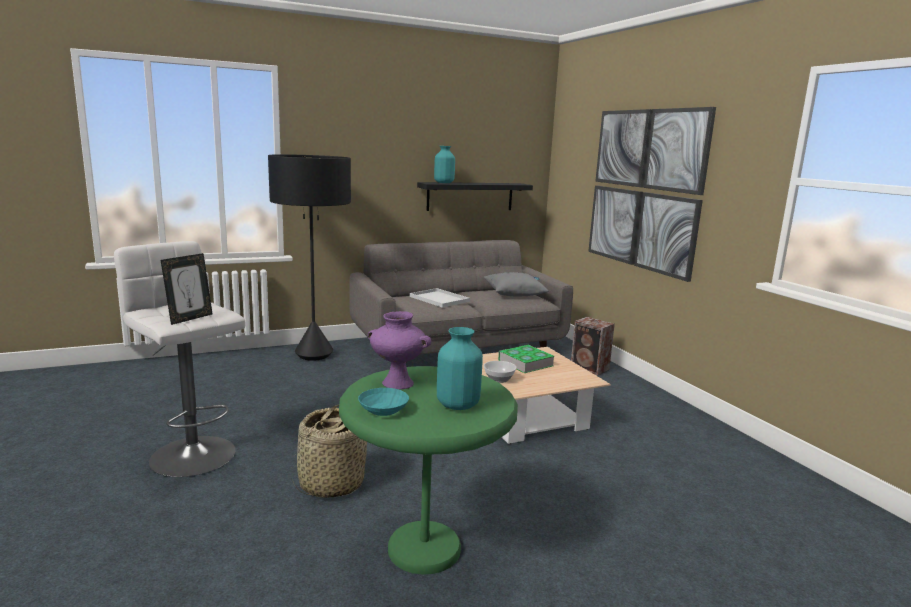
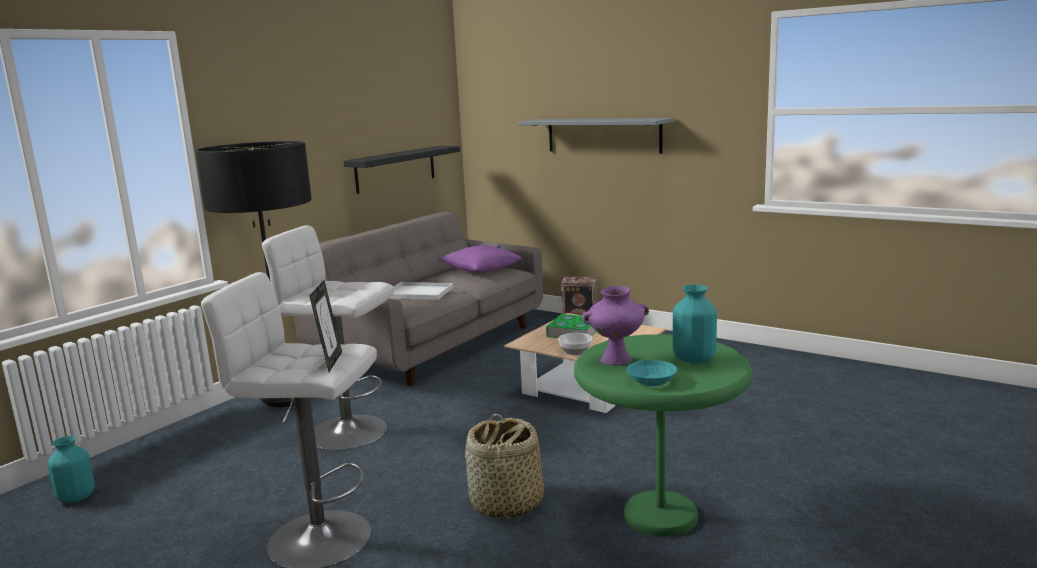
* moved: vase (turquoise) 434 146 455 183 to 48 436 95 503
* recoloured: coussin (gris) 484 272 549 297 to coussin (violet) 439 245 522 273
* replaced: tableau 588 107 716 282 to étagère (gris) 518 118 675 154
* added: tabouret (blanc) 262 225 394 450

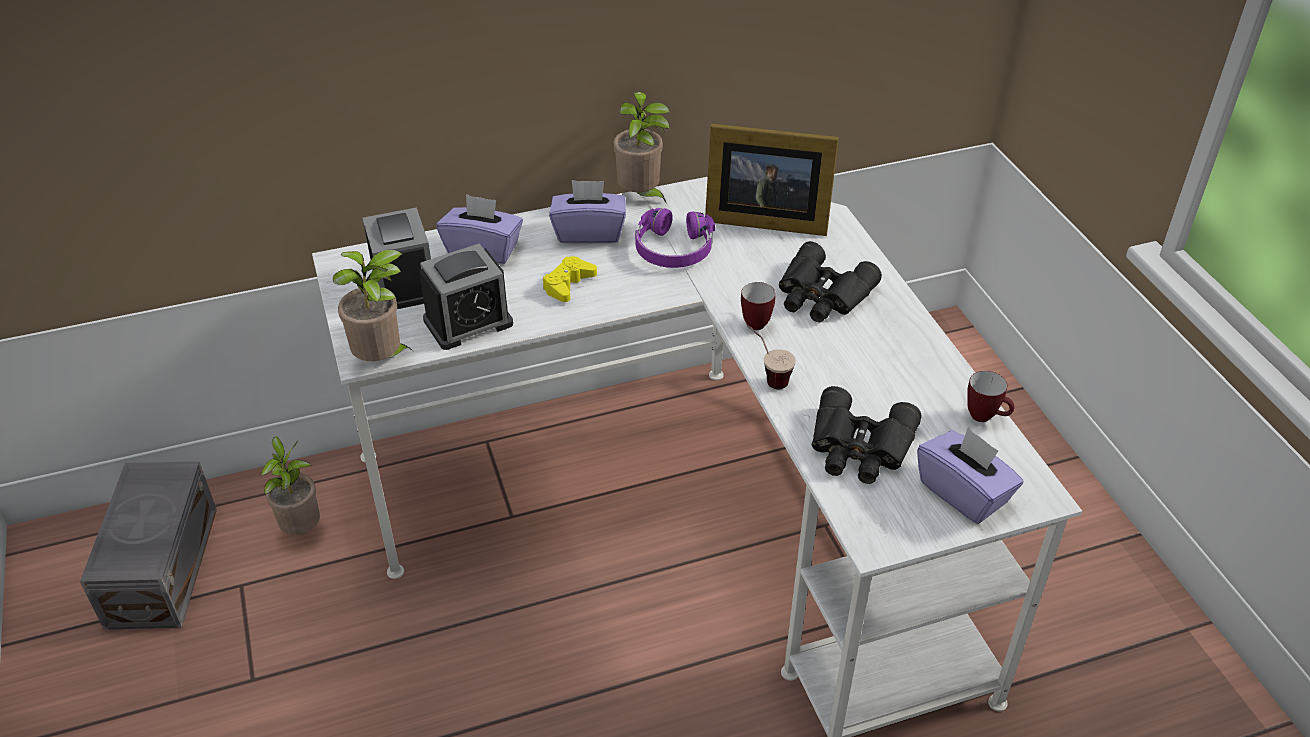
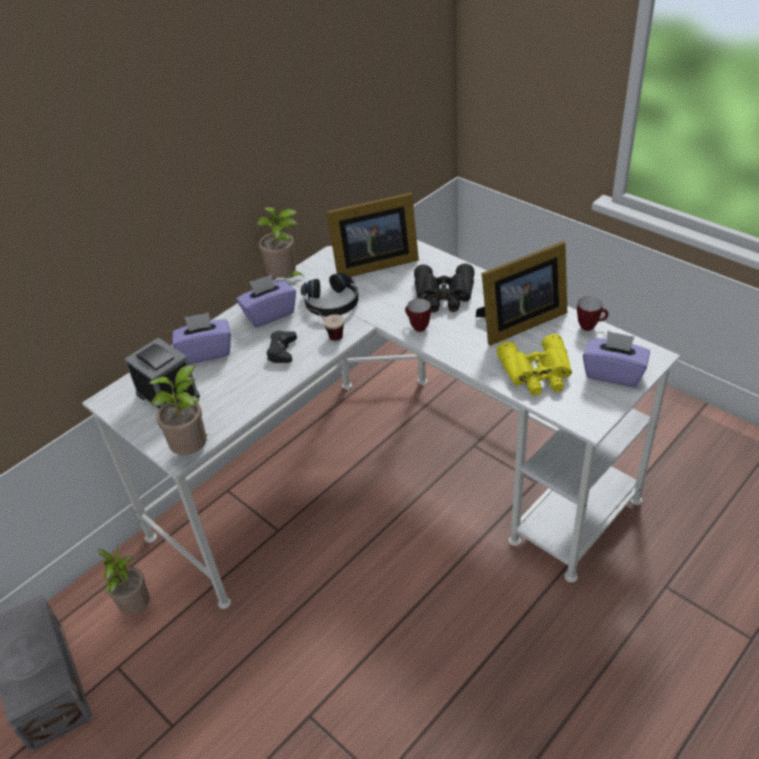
* removed: réveil 419 244 513 350
* recoloured: manette (jaune) 543 256 597 302 to manette (noir) 267 331 297 363
* recoloured: casque audio (violet) 635 208 715 268 to casque audio (noir) 301 273 359 317
* moved: tasse 747 325 796 389 to 306 307 344 341
* recoloured: jumelles (noir) 812 386 921 484 to jumelles (jaune) 497 334 572 396
* added: cadre photo 476 241 567 346

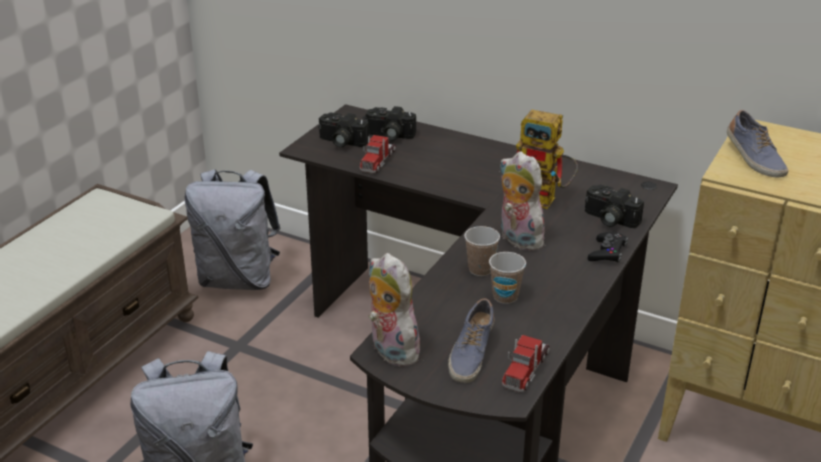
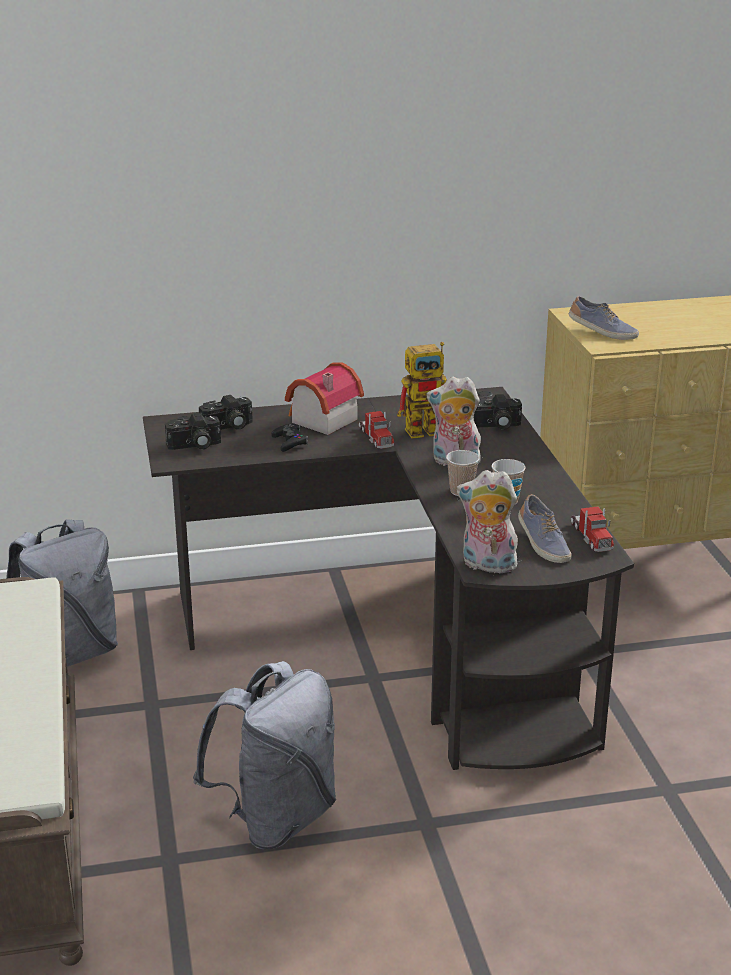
* moved: camion jouet 360 135 396 173 to 359 411 394 449
* moved: manette (noir) 587 232 628 263 to 271 424 308 452
* added: maison miniature 285 362 364 435

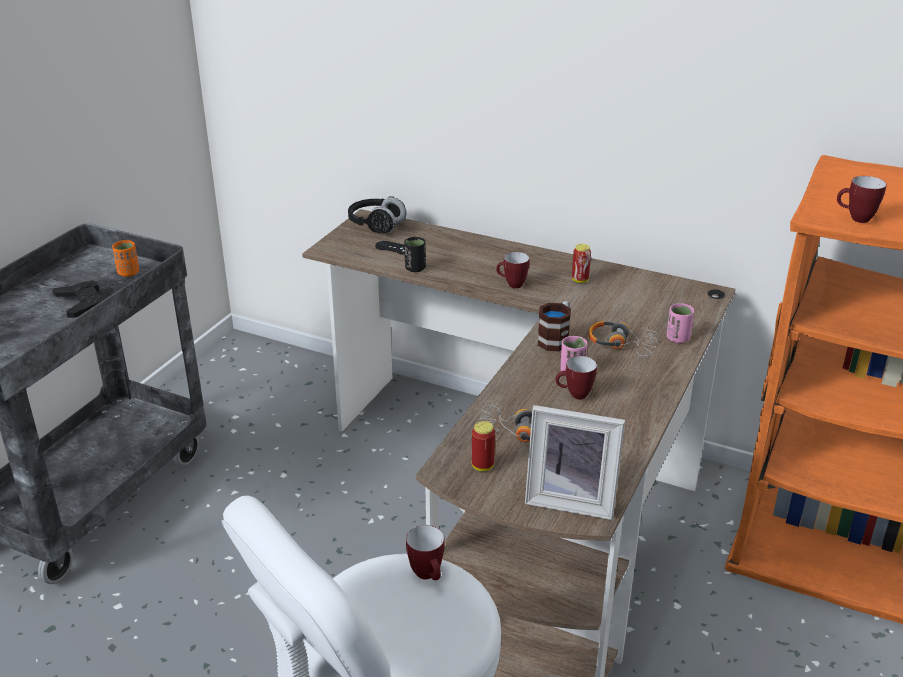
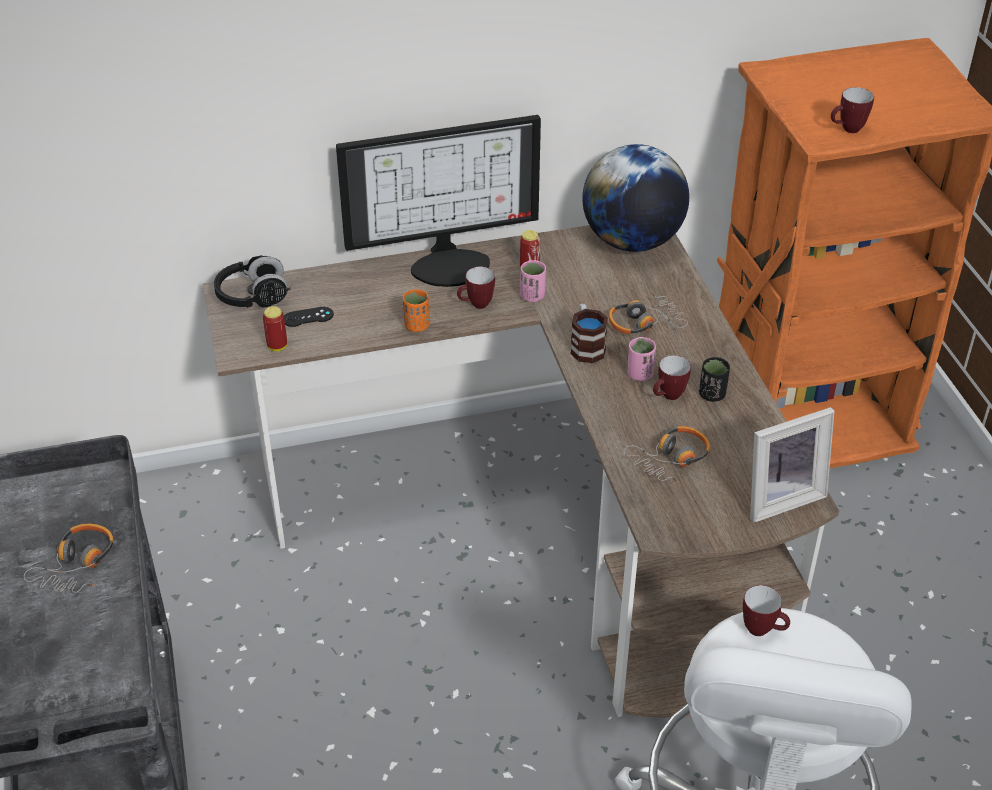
* replaced: manette (noir) 52 280 108 318 to casque audio 24 524 114 593
* moved: tasse (orange) 112 240 139 277 to 403 289 430 332
* moved: tasse (noir) 404 237 426 272 to 699 357 730 402
* moved: boîte métallique 472 421 495 471 to 263 306 287 351
* moved: tasse (rose) 667 303 694 343 to 520 260 546 302
* added: écran d'ordinateur 336 115 541 287
* added: globe 582 144 689 252

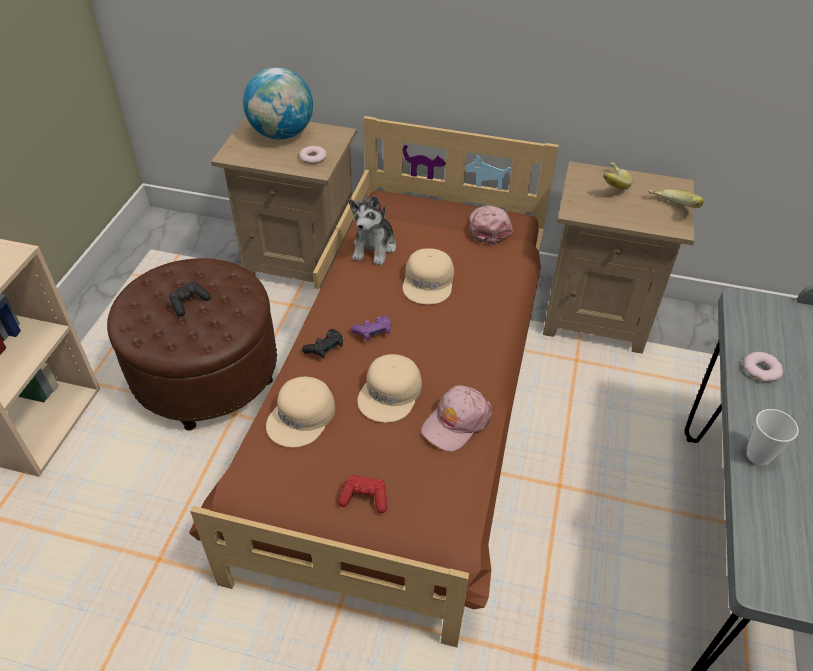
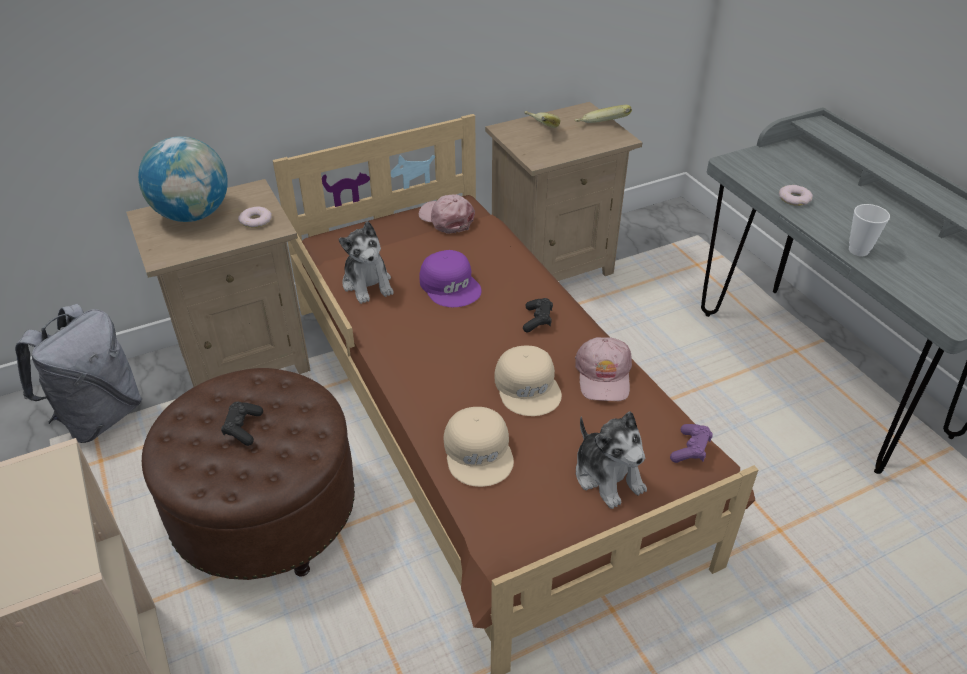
* moved: manette (noir) 302 329 343 359 to 523 298 553 333
* replaced: manette (rouge) 338 475 387 513 to peluche 576 412 647 509
* moved: manette (violet) 351 315 391 342 to 670 424 713 463
* recoloured: casquette (beige) 403 248 454 304 to casquette (violet) 419 250 482 307
* added: sac à dos (gris) 15 304 142 443

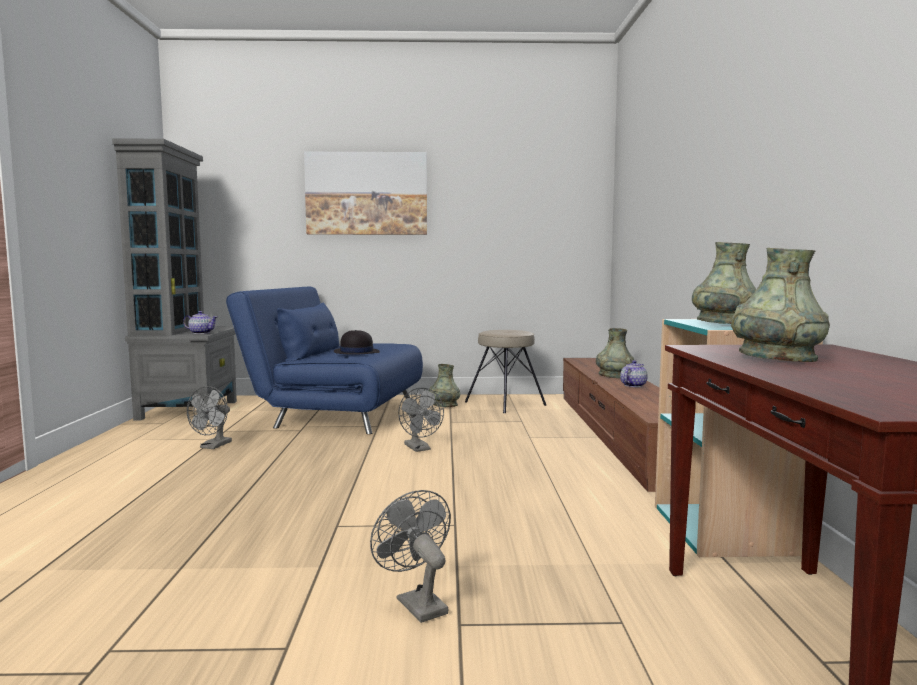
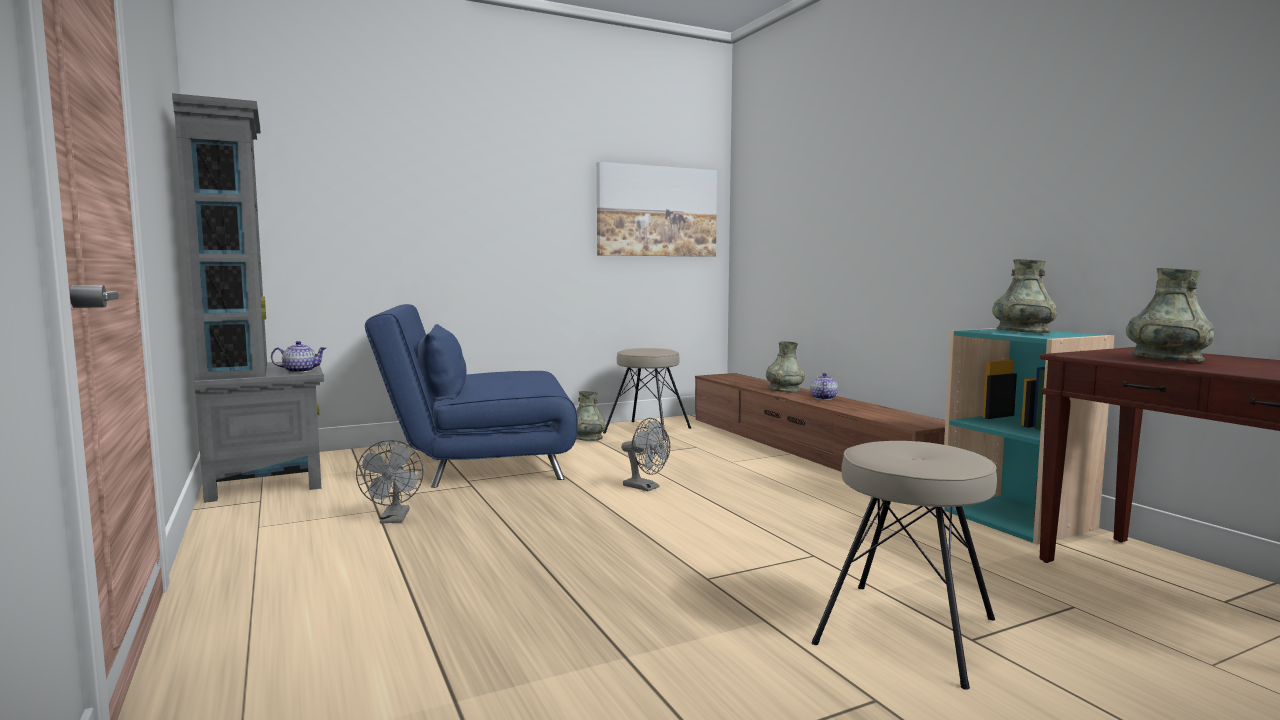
* moved: tableau 304 152 427 235 to 597 162 717 257
* removed: chapeau (noir) 334 330 380 355
* replaced: ventilateur (gris) 370 490 451 623 to tabouret (beige) 811 441 997 690

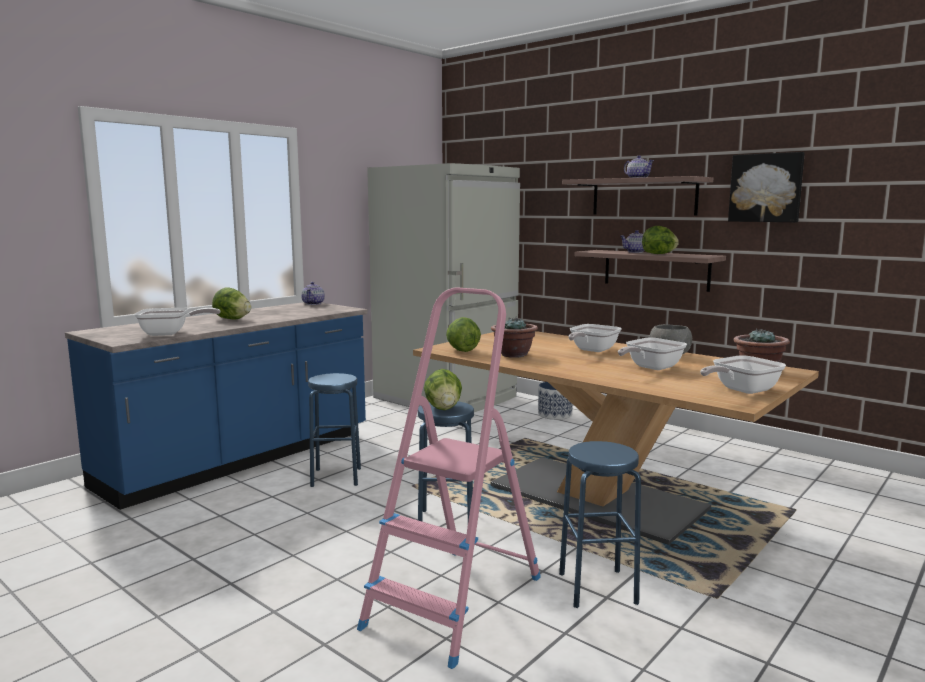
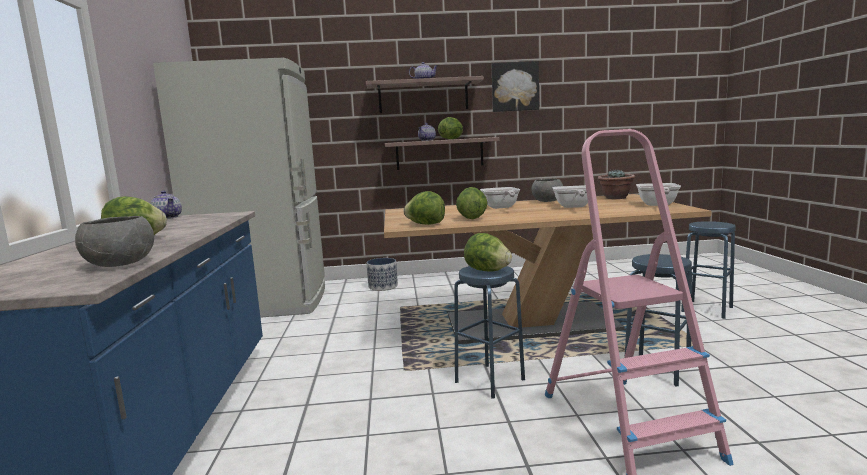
* replaced: poêle 134 308 220 336 to bol (gris) 75 216 154 267
* moved: tabouret (bleu) 308 373 361 487 to 681 221 736 319
* replaced: plante en pot 491 317 538 358 to laitue 456 187 488 219

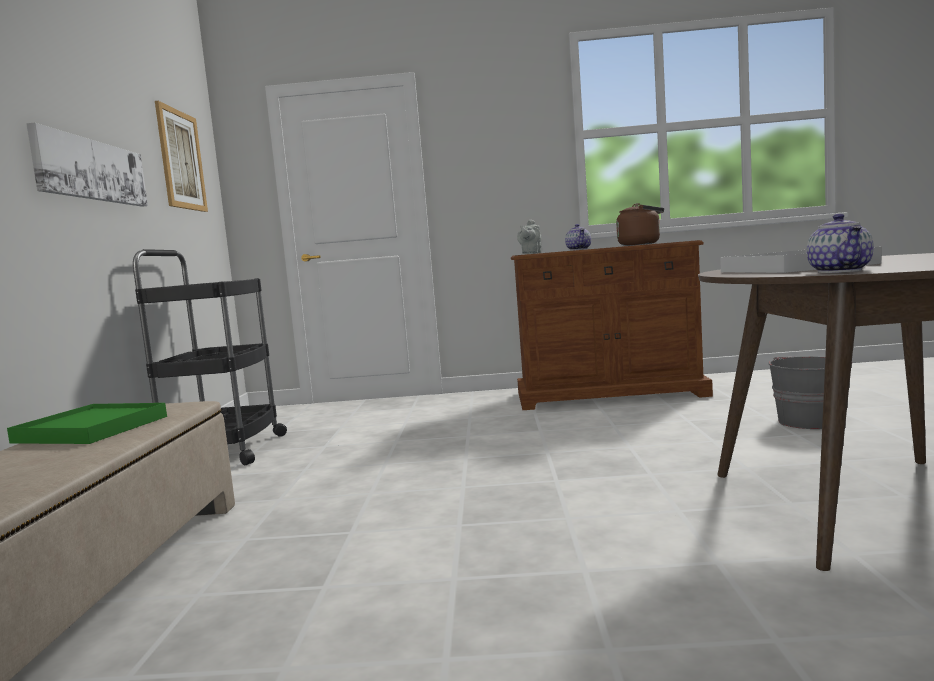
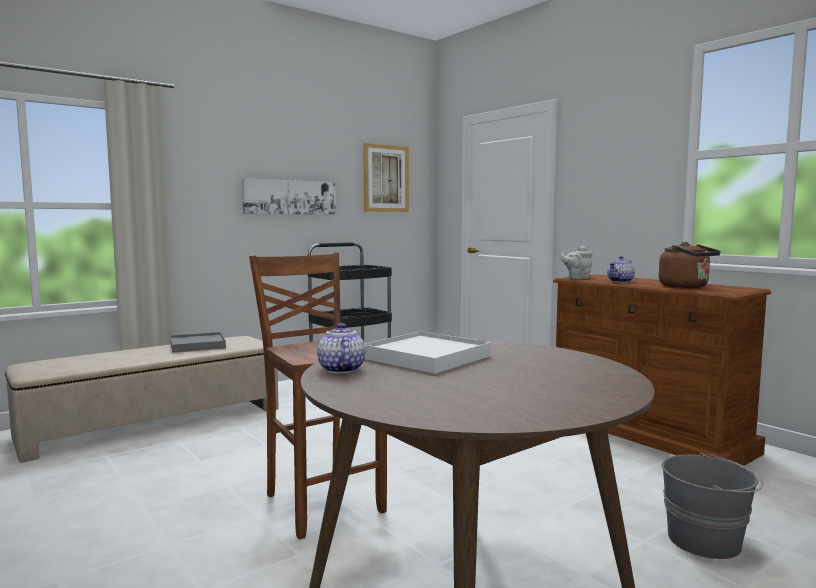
* recoloured: plateau (vert) 7 403 167 444 to plateau (gris) 171 332 226 353
* turned: théière 807 213 874 273 = 317 323 365 374 105 degrees clockwise
* added: tabouret (marron) 249 253 387 539

